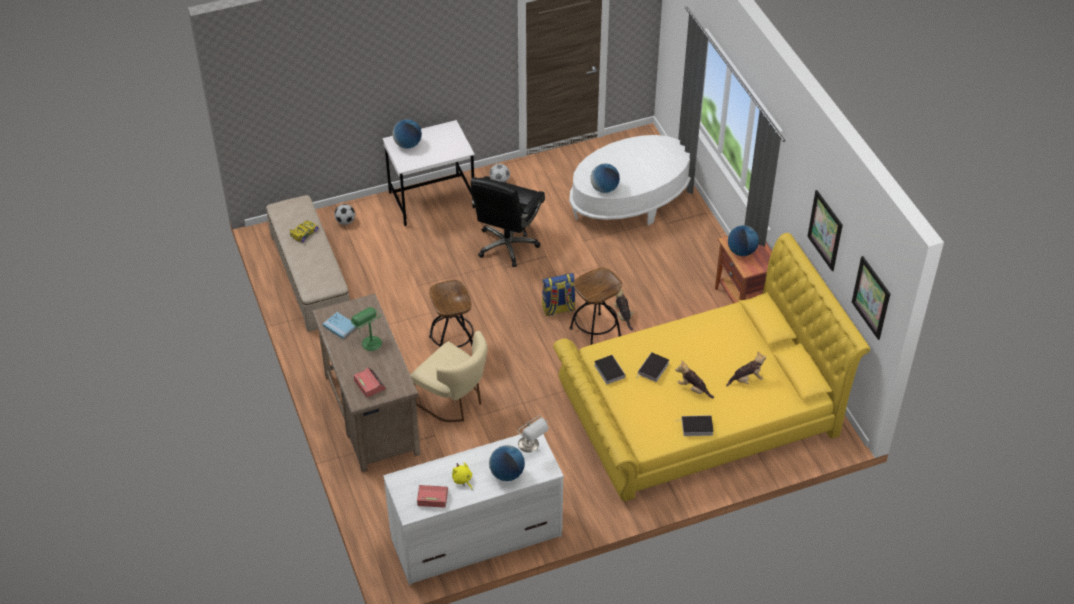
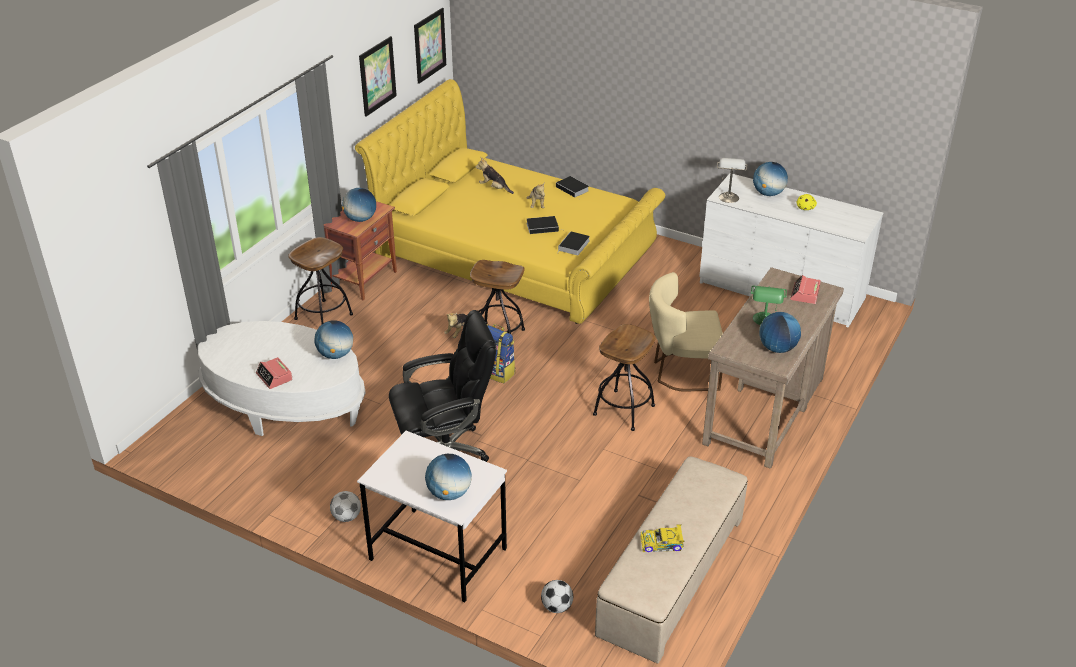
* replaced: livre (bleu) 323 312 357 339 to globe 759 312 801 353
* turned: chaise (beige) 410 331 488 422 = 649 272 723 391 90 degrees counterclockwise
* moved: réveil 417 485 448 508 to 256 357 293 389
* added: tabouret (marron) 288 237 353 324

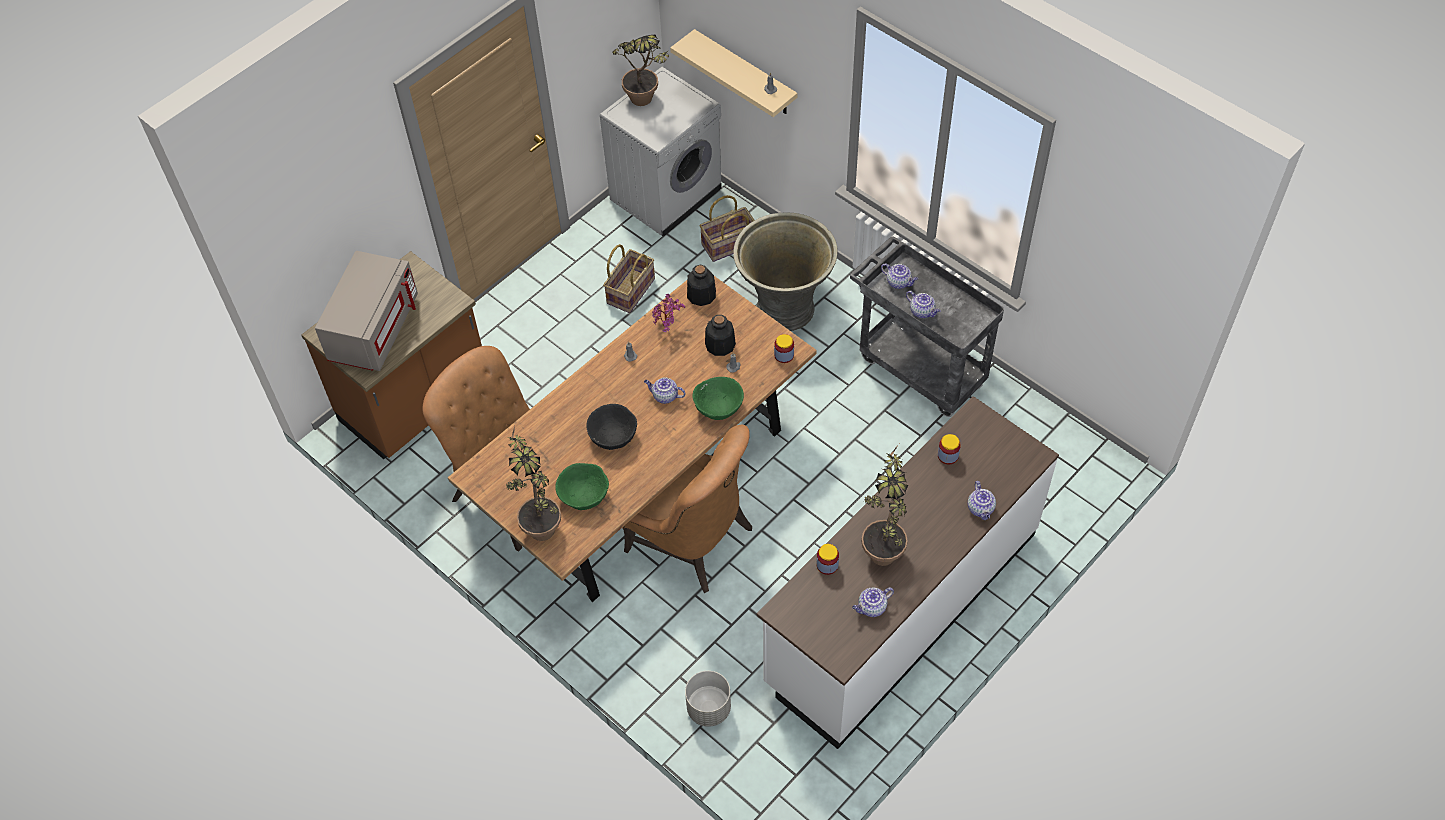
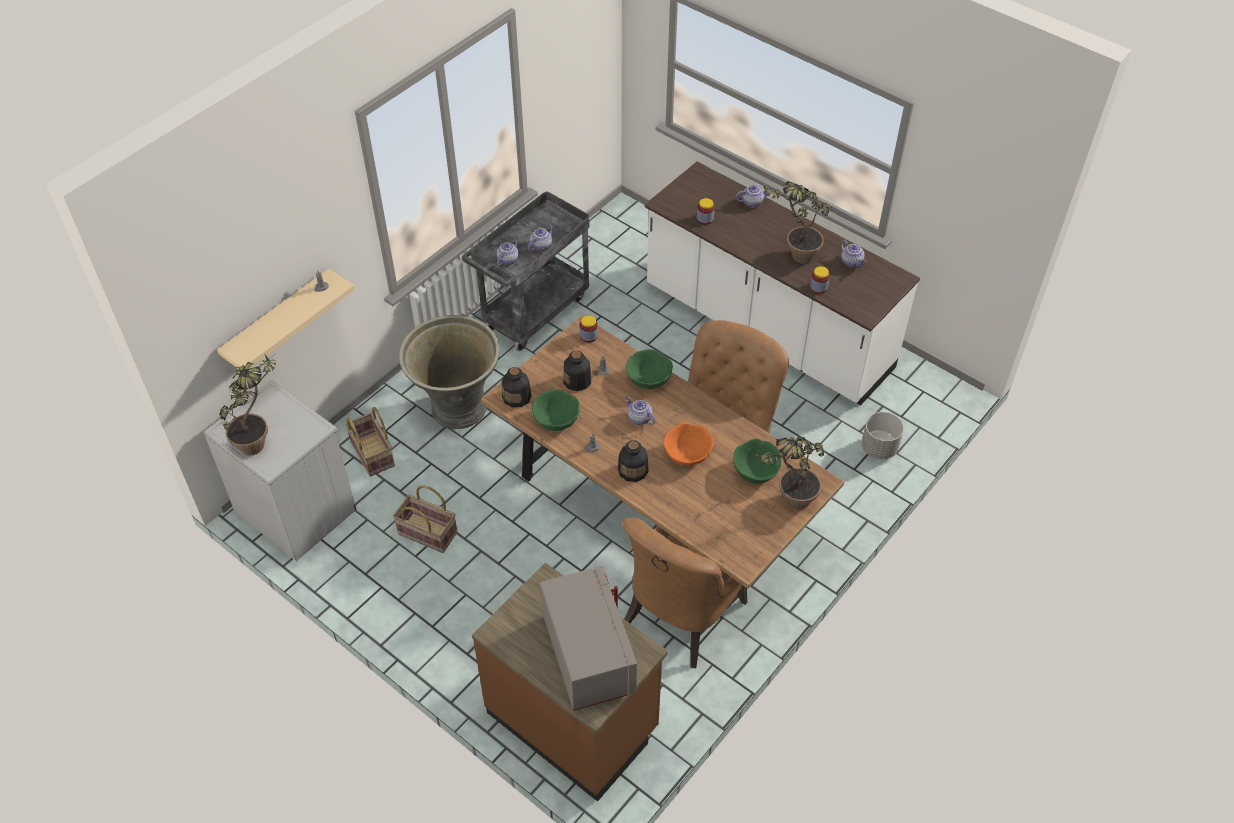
* turned: micro-ondes (gris) 315 251 418 371 = 540 566 637 711 60 degrees clockwise
* recoloured: bol (noir) 586 404 637 450 to bol (orange) 664 423 713 466
* turned: théière 644 377 685 404 = 625 396 656 425 120 degrees clockwise
* replaced: plante en pot 652 294 685 332 to bol (vert) 532 390 580 431
* added: bouteille 618 440 649 482

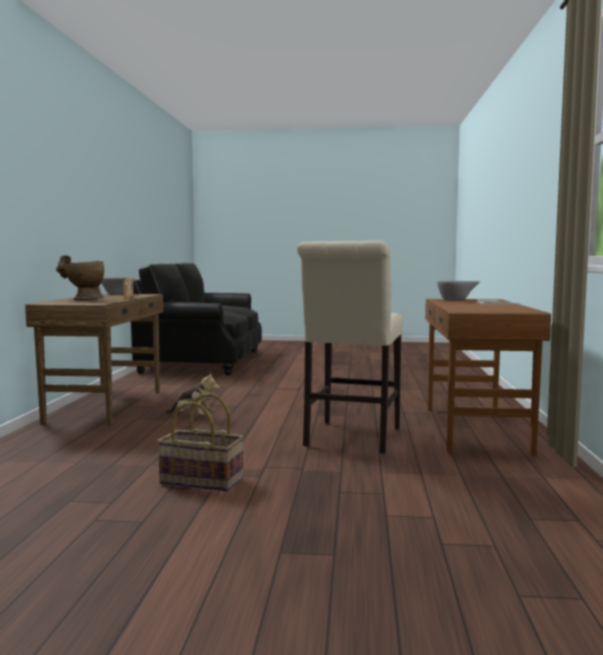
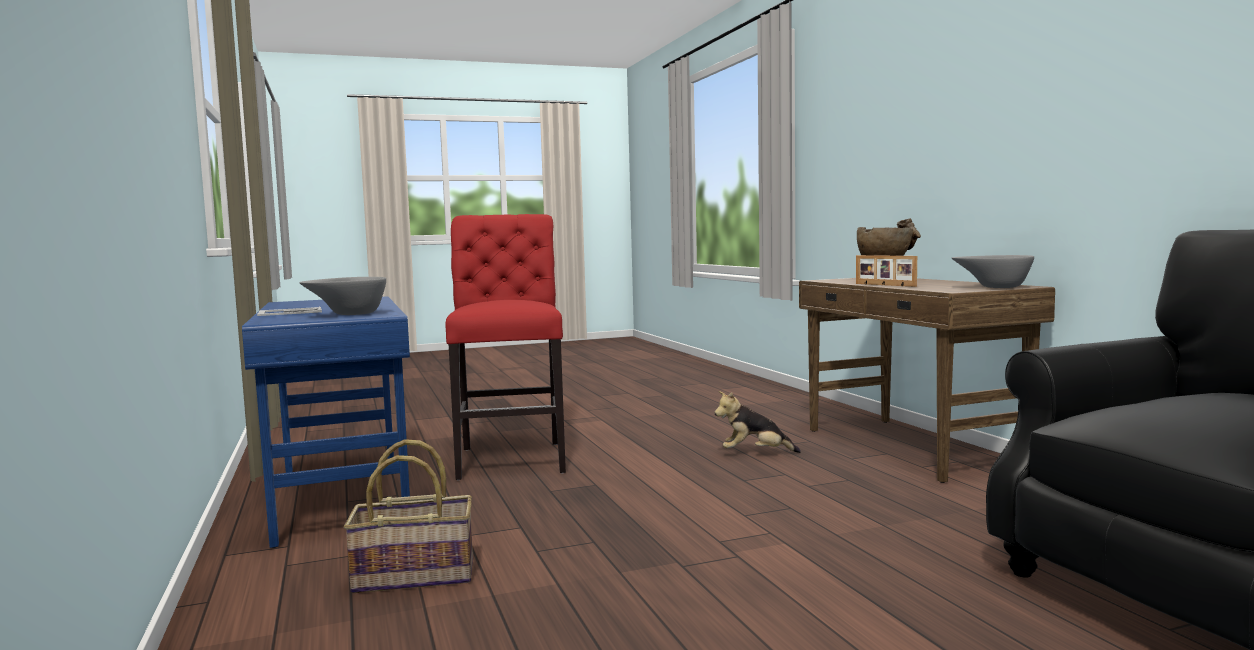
* moved: panier 157 393 244 492 to 344 439 473 593
* recoloured: tabouret (beige) 297 240 403 454 to tabouret (rouge) 445 214 566 480
* recoloured: table console (marron) 425 299 551 455 to table console (bleu) 242 296 410 548

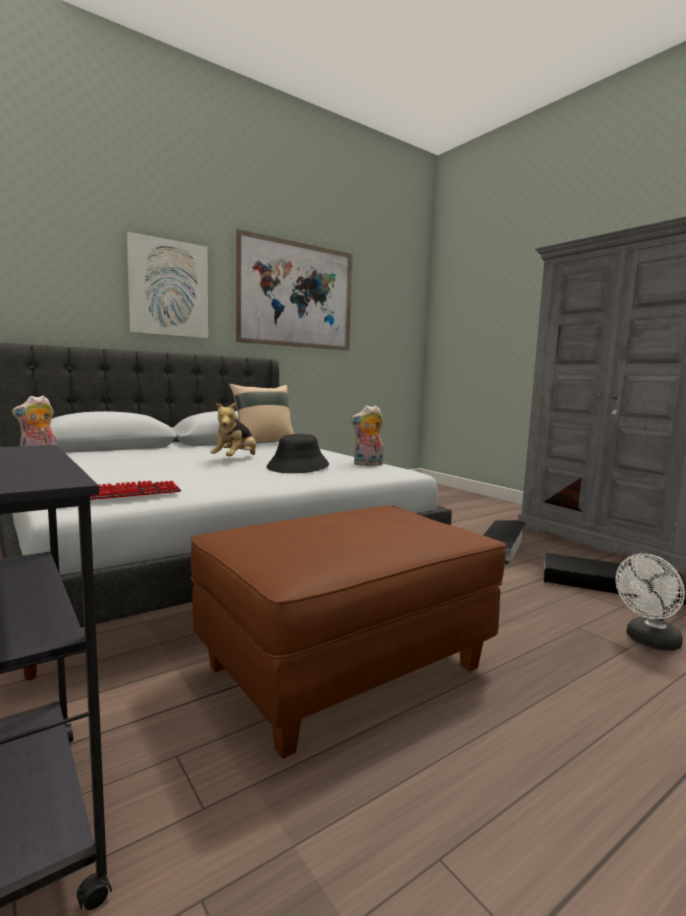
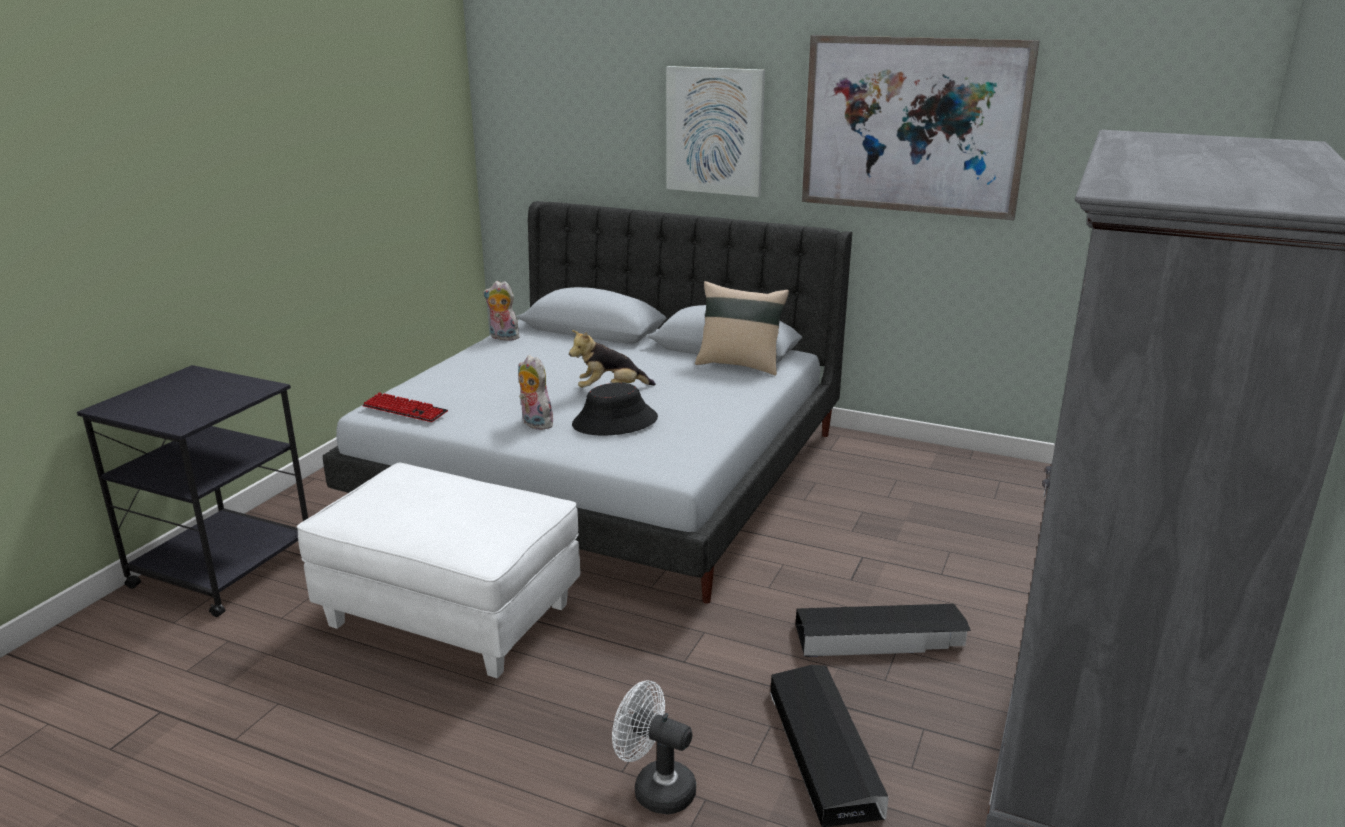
* recoloured: pouf (marron) 191 505 506 759 to pouf (blanc) 297 462 580 678
* moved: peluche 350 405 384 466 to 518 355 553 430

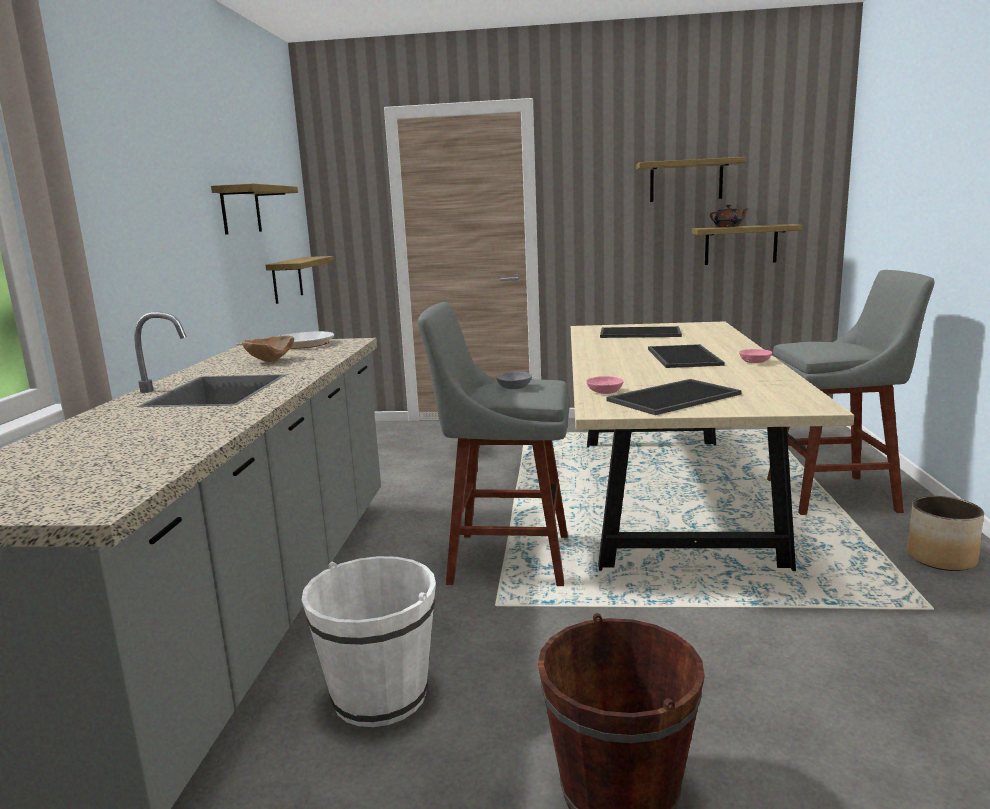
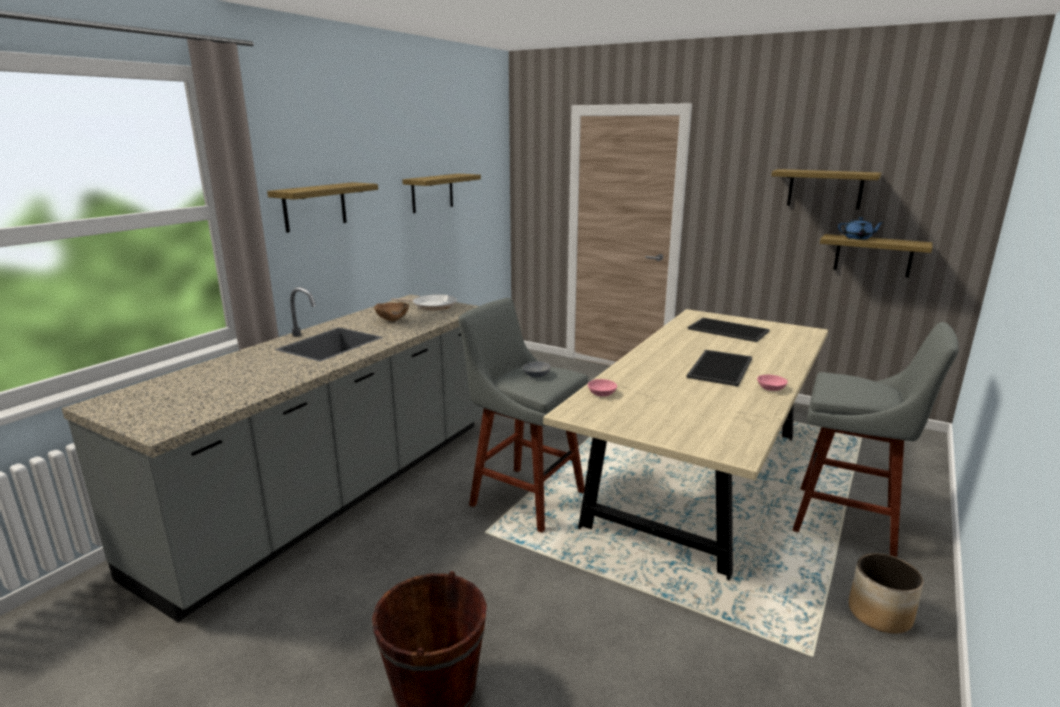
* moved: étagère 265 256 334 304 to 267 182 378 233
* removed: seau (blanc) 302 556 436 727
* removed: plateau 607 379 742 415
* recoloured: théière (marron) 710 205 749 227 to théière (bleu) 838 217 884 239

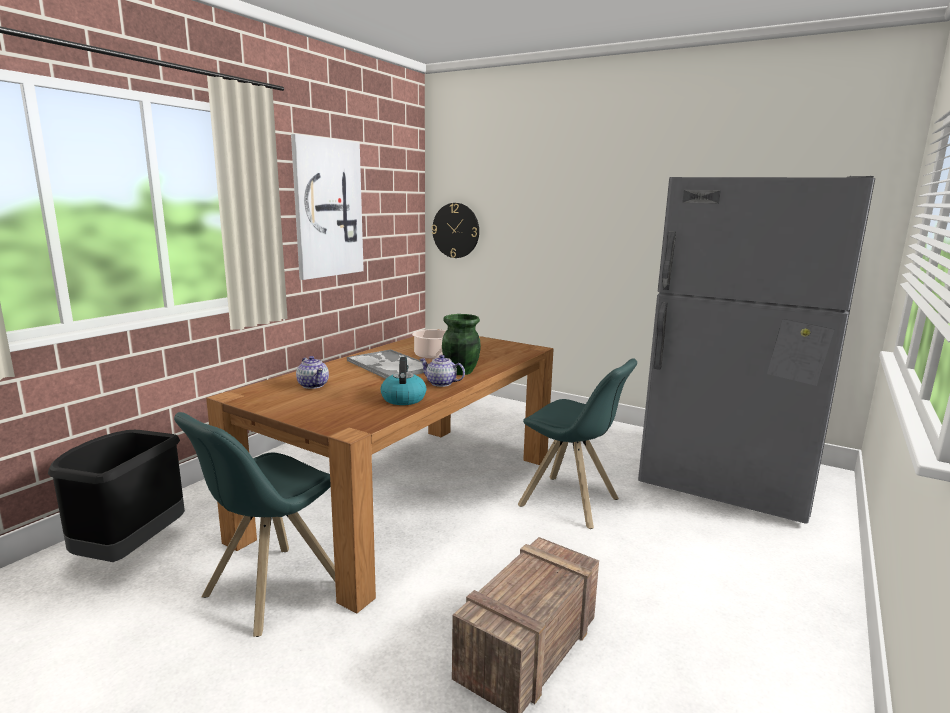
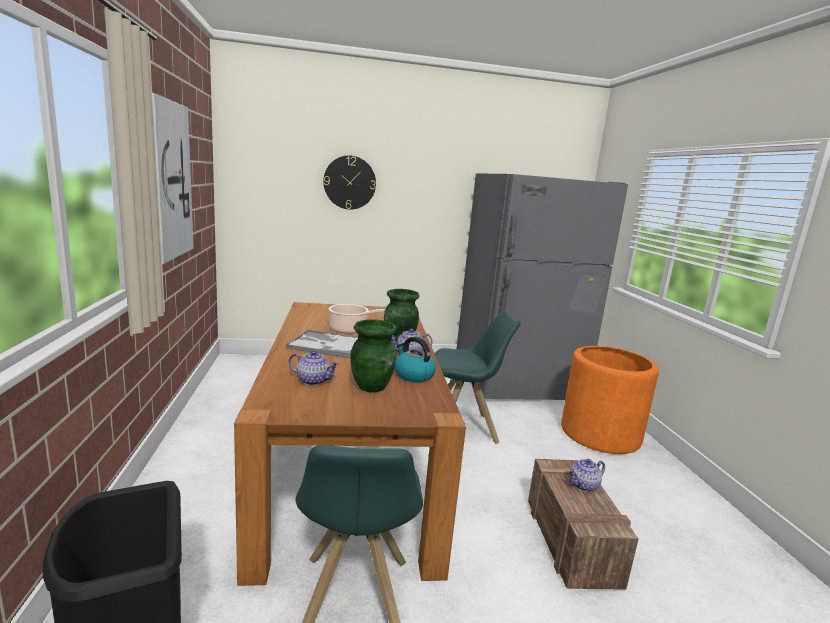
* moved: horloge murale 432 203 479 258 to 323 156 376 209
* added: vase (vert) 350 319 397 392
* added: cache-pot (orange) 561 346 659 454
* added: théière 568 459 605 492

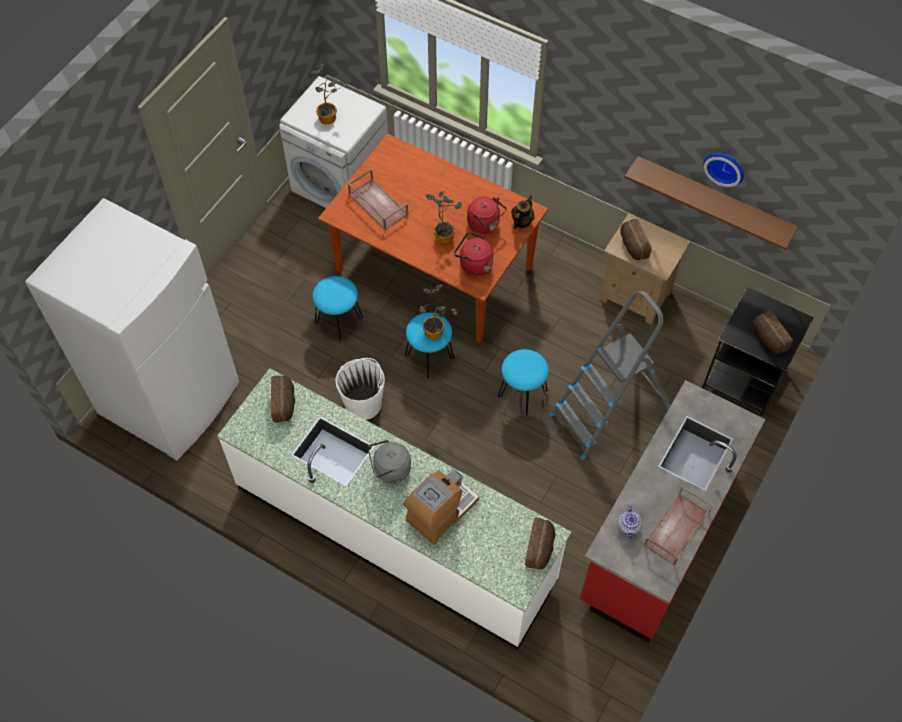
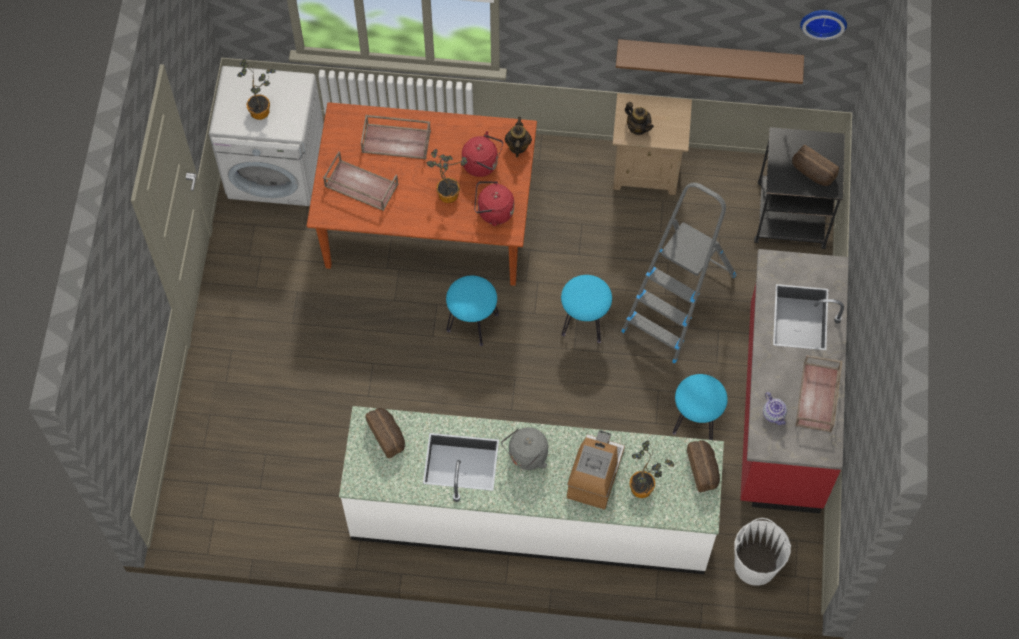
* removed: réfrigérateur (blanc) 25 198 239 460
* moved: tabouret (turquoise) 312 276 363 343 to 672 374 728 440
* moved: seau (blanc) 335 358 385 420 to 734 518 791 586
* moved: plante en pot 419 284 458 340 to 629 441 674 498
* replaced: pain 621 219 652 260 to théière 625 102 654 135
* moved: horloge murale 703 153 744 187 to 800 10 847 40
* added: plateau (marron) 361 115 431 159

